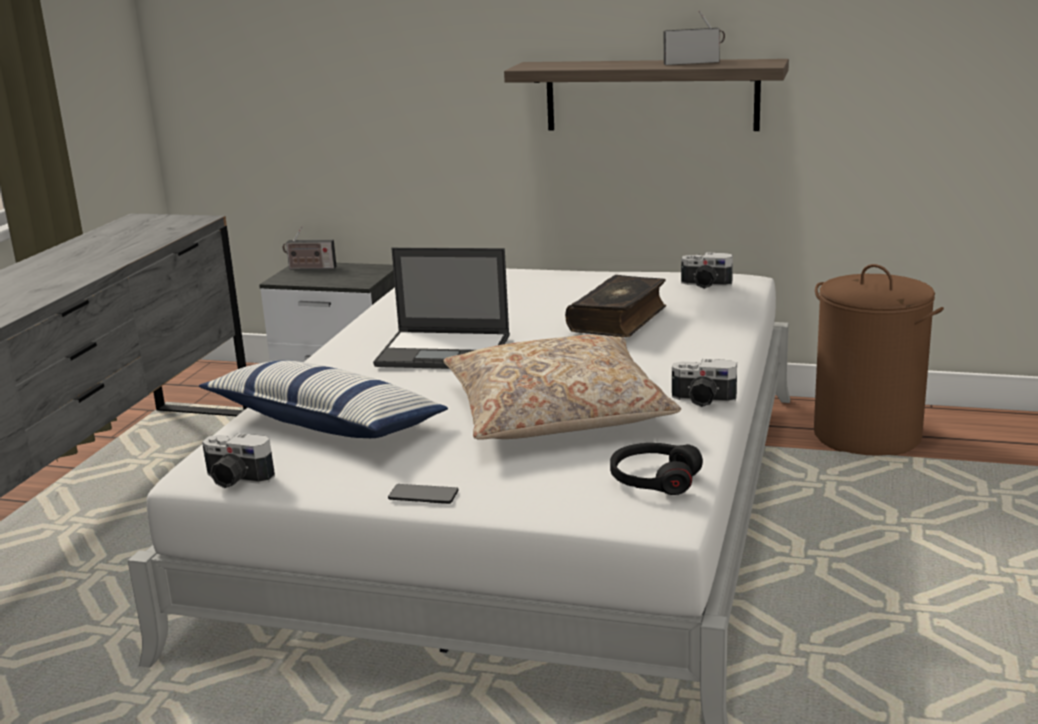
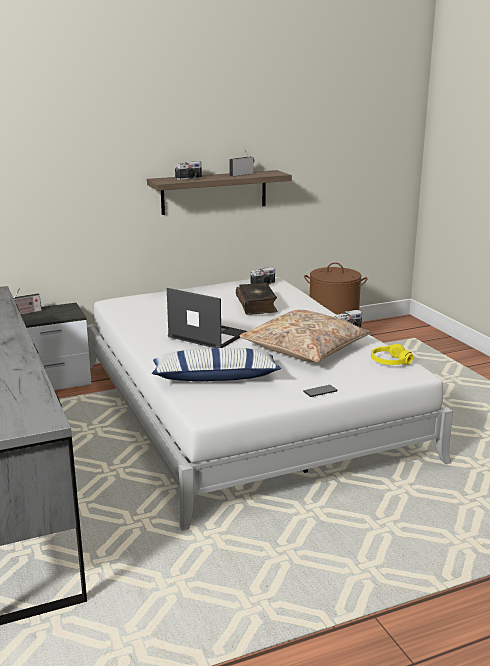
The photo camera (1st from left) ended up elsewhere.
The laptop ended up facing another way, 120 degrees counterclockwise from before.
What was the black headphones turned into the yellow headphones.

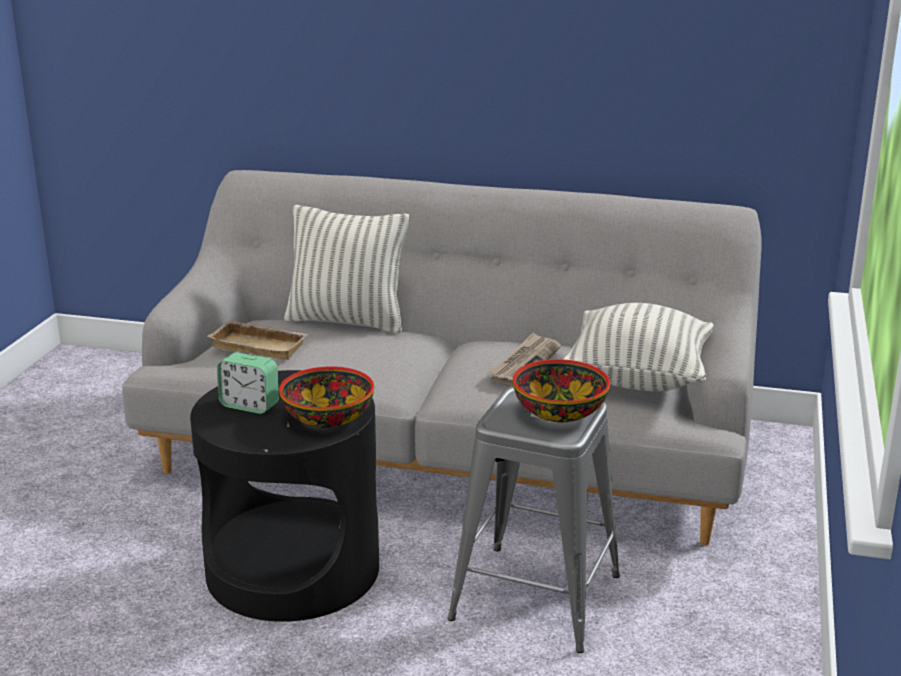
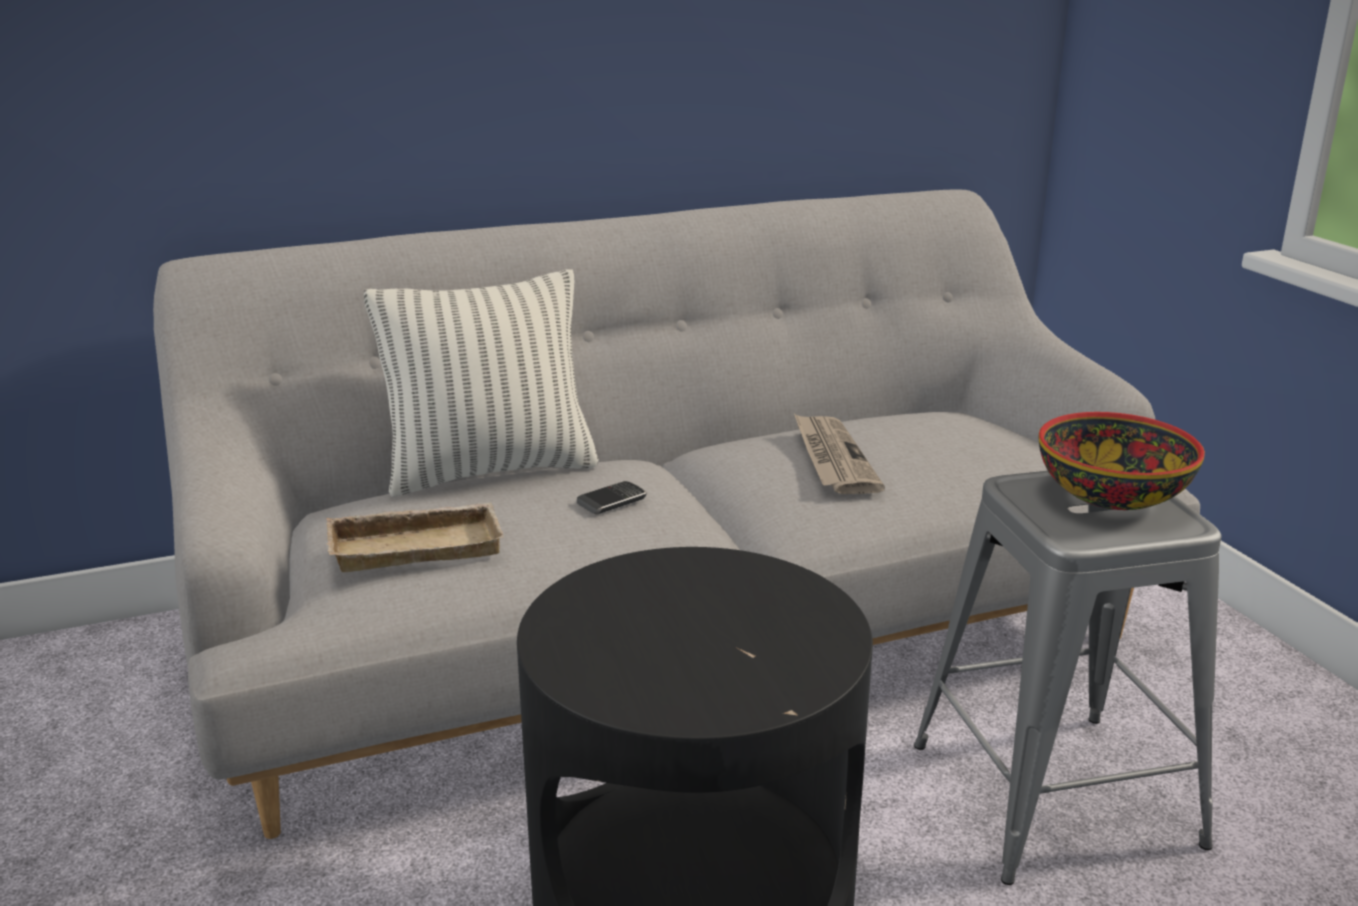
The second view lost the alarm clock.
The second view lost the bowl (1st from left).
The second view lost the pillow (2nd from left).
The second view gained the phone.

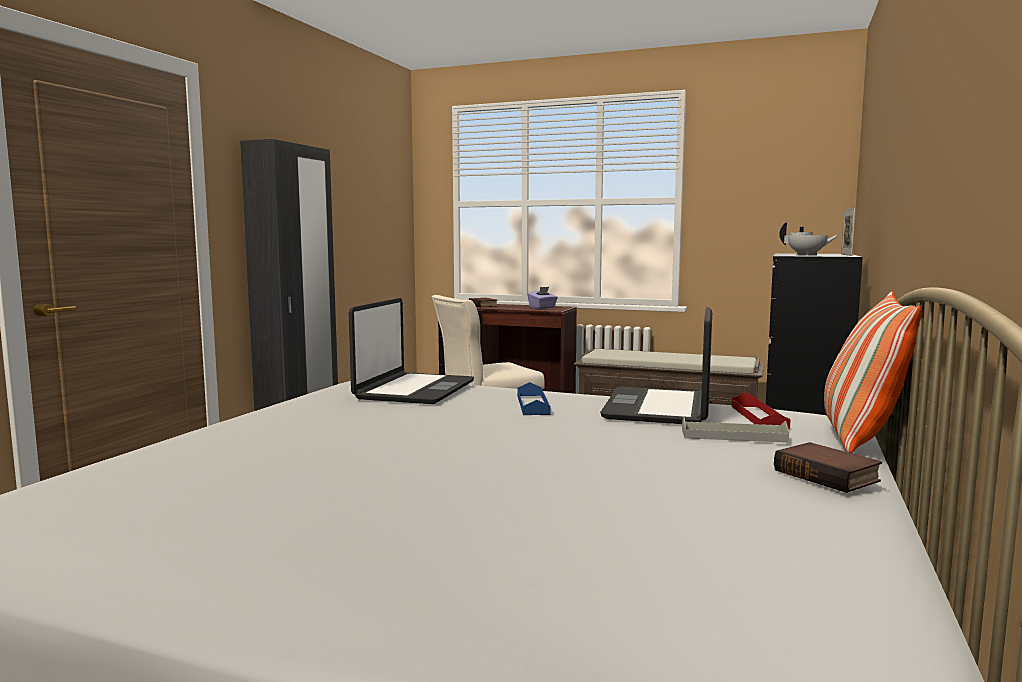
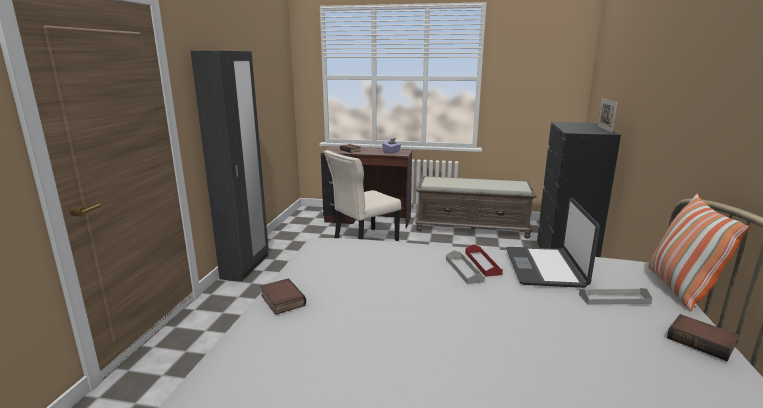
The second view lost the laptop (1st from left).
What was the blue tray turned into the grey tray (1st from left).
The red tray ended up elsewhere.
The second view lost the white teapot.
The second view gained the book (1st from left).

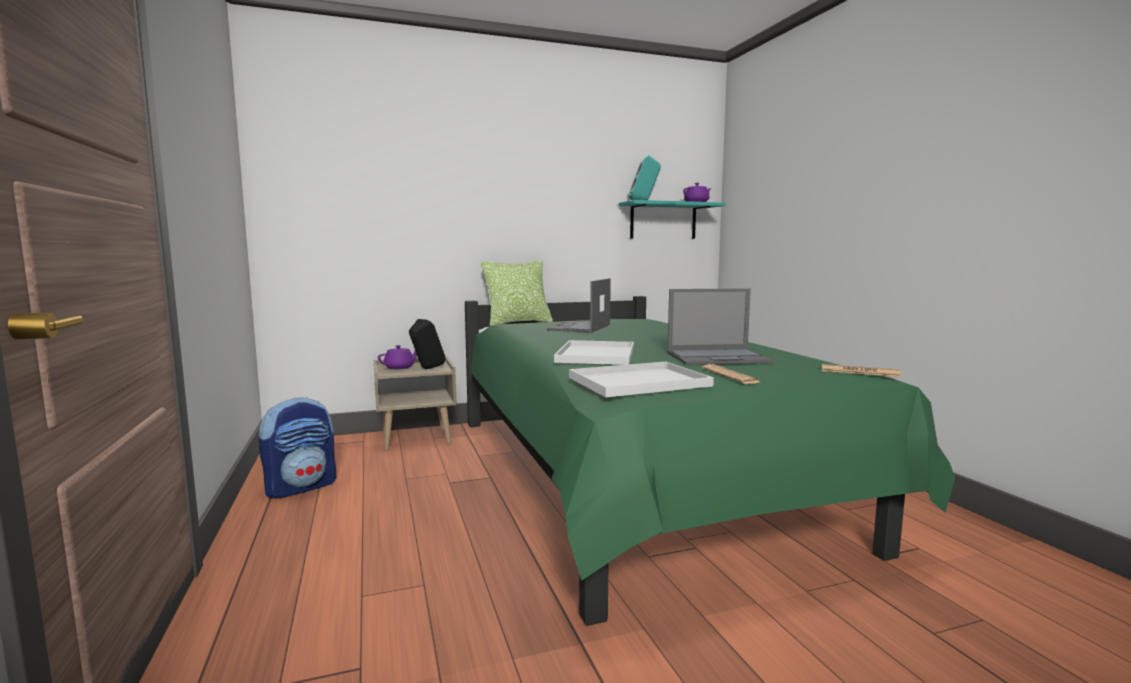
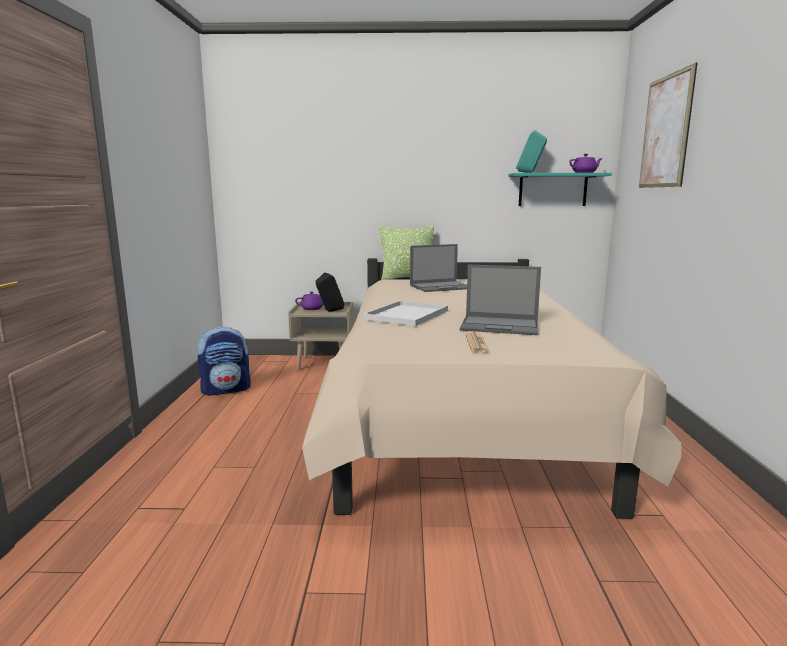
What was the green bed turned into the beige bed.
The laptop (1st from left) ended up facing another way, 150 degrees counterclockwise from before.
The second view lost the white tray (2nd from left).
The second view lost the newspaper (2nd from left).
The second view gained the picture.

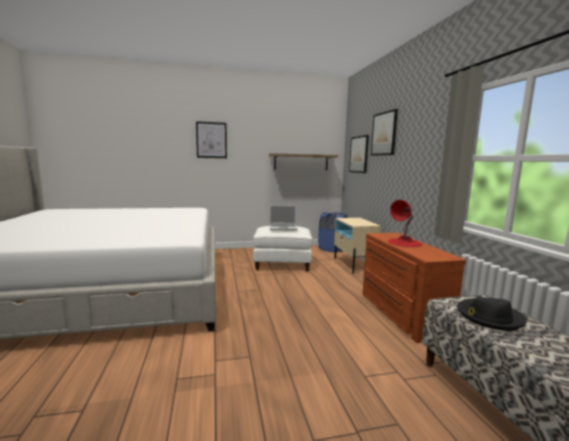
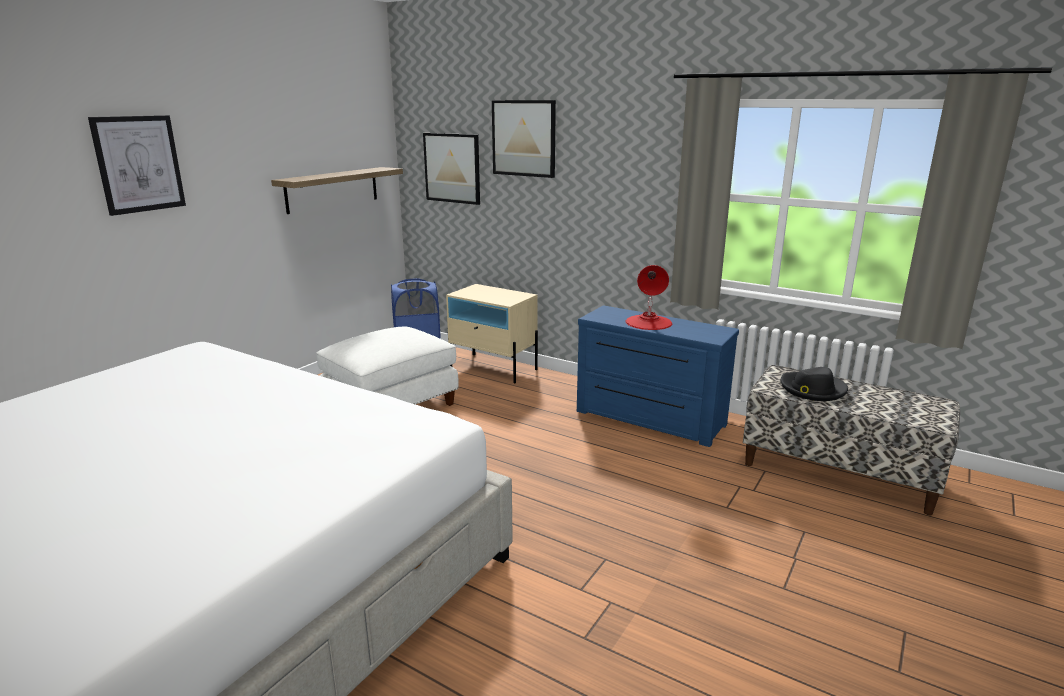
The second view lost the laptop.
What was the brown dresser turned into the blue dresser.

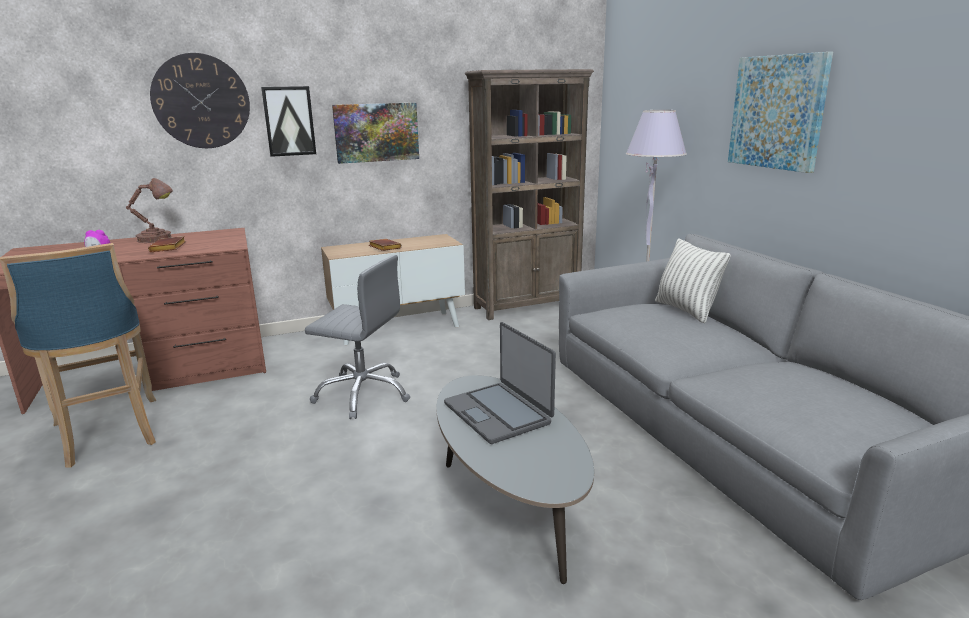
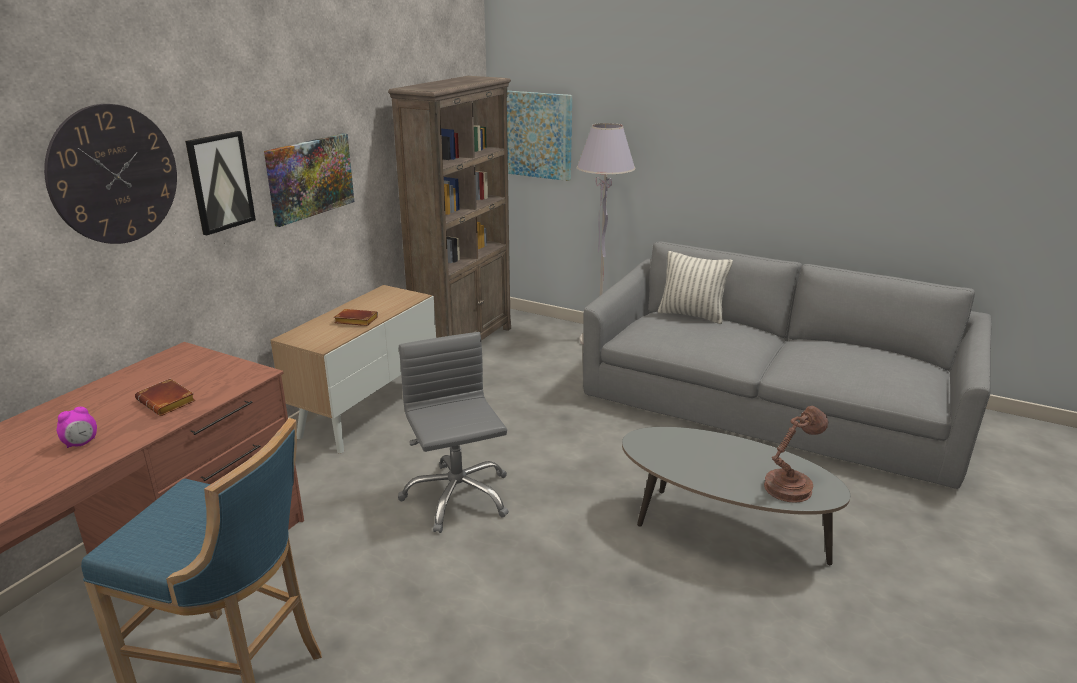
The brown table lamp ended up elsewhere.
The grey office chair ended up facing another way, 90 degrees counterclockwise from before.
The second view lost the laptop.
The picture (3rd from left) ended up elsewhere.

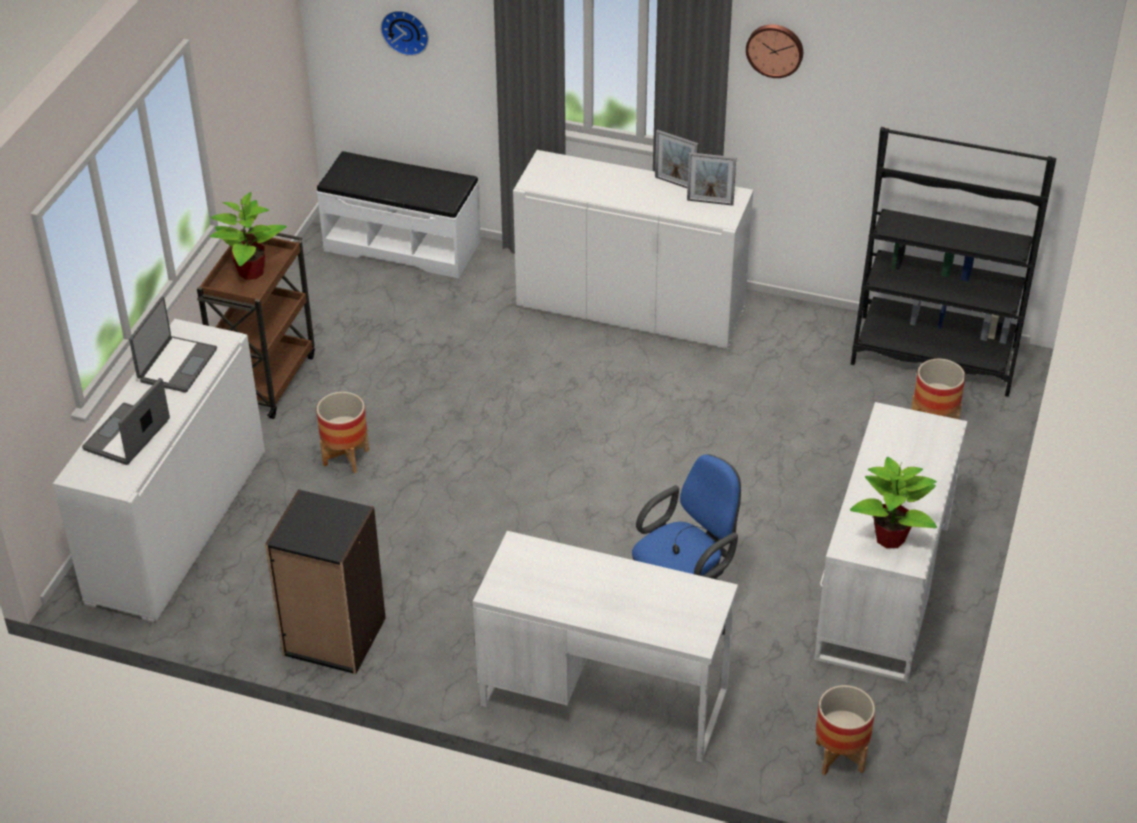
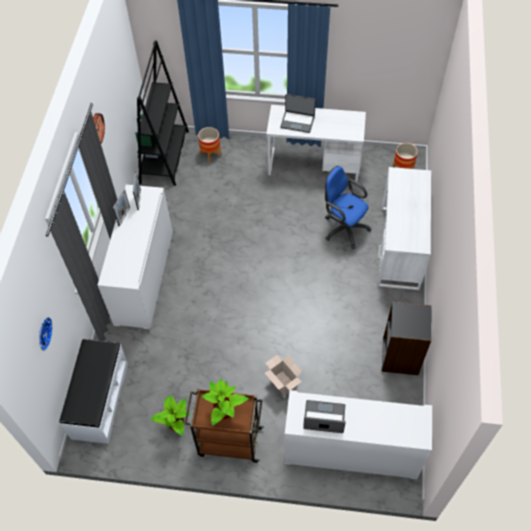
The laptop (1st from left) ended up elsewhere.
Where the planter (1st from left) stood, the cardboard box came to stand.
The potted plant (2nd from left in the first image) ended up elsewhere.

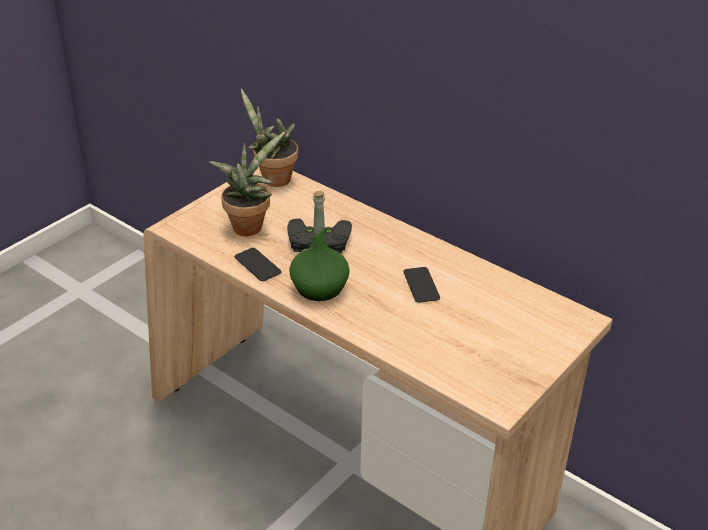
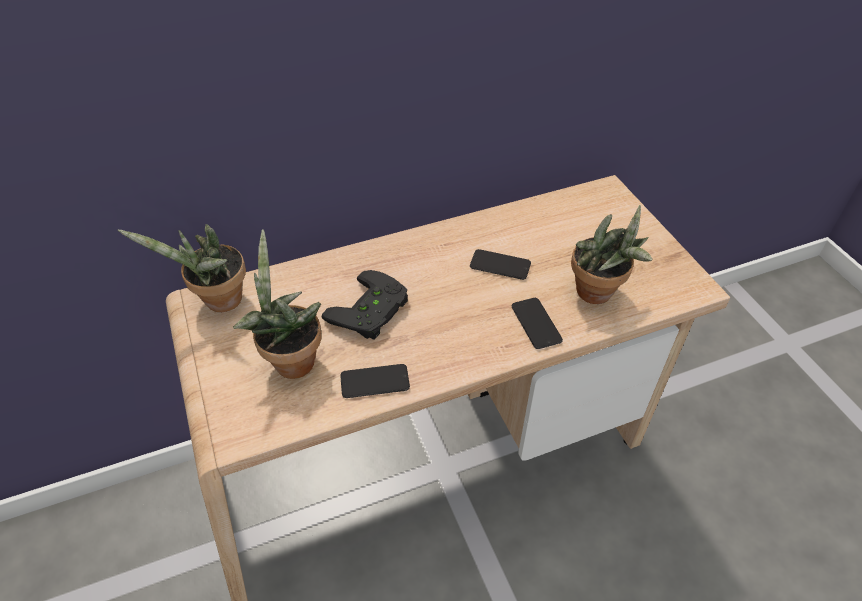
The second view lost the green bottle.
The second view gained the phone (3rd from left).
The second view gained the potted plant (3rd from left).

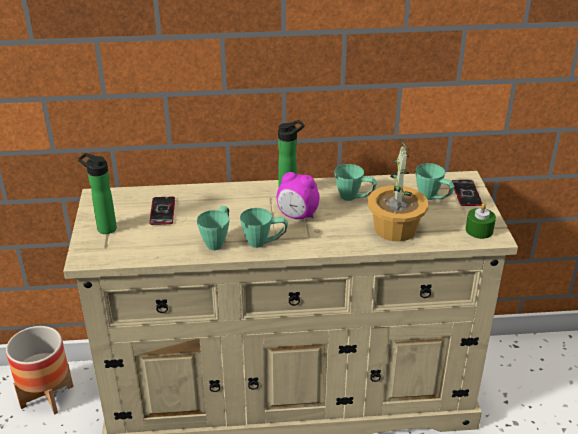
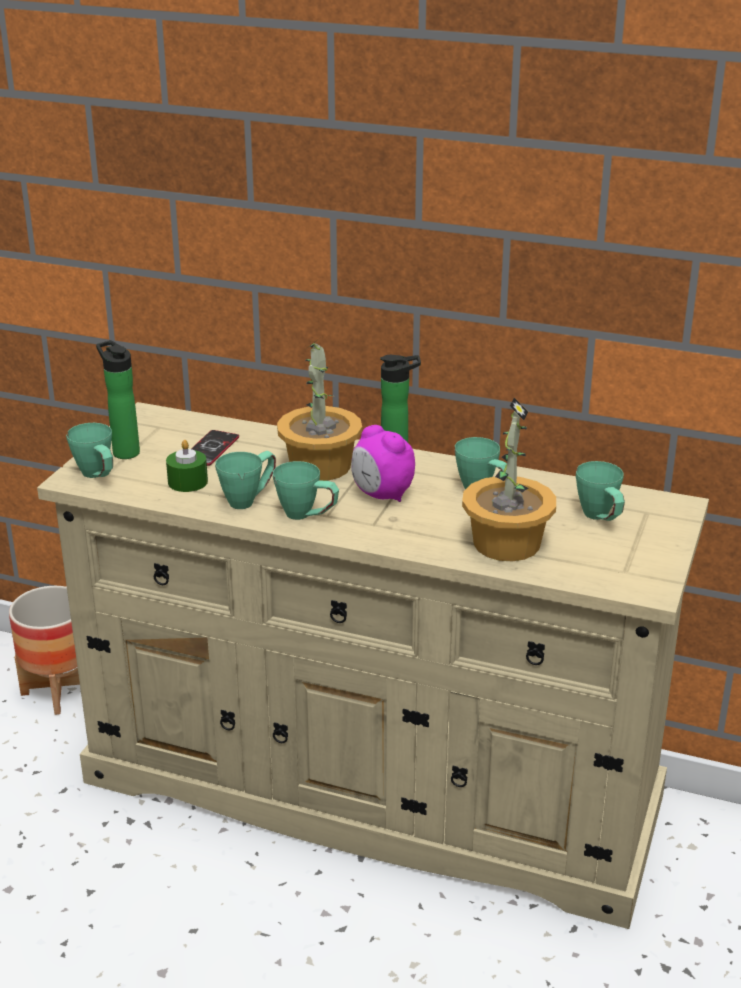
The second view lost the phone (2nd from left).
The green candle ended up elsewhere.
The second view gained the green mug (1st from left).
The second view gained the potted plant (1st from left).

